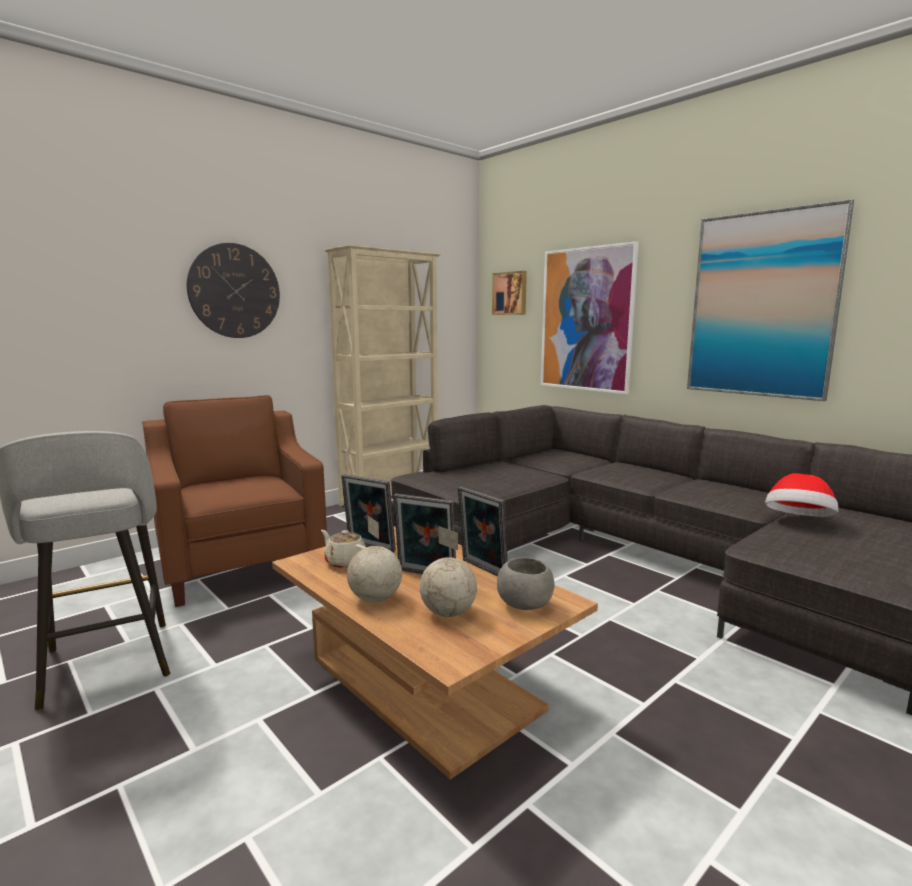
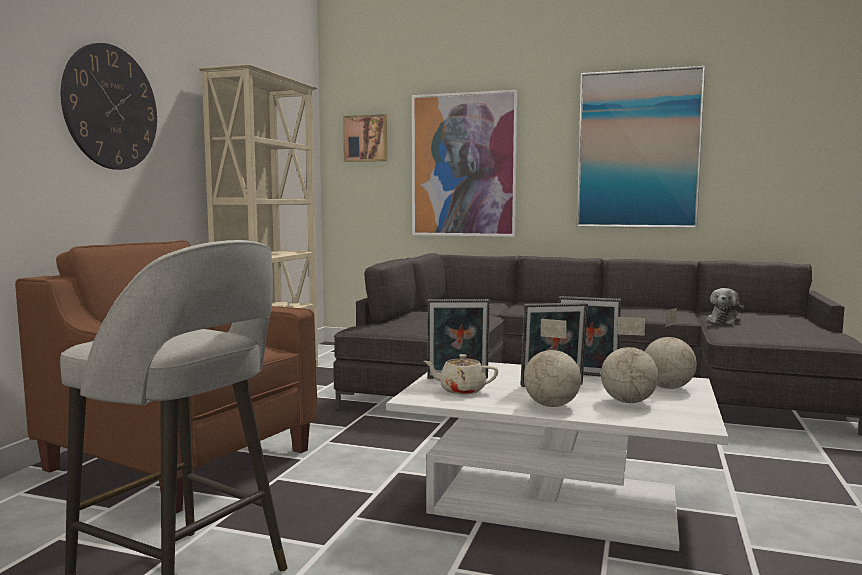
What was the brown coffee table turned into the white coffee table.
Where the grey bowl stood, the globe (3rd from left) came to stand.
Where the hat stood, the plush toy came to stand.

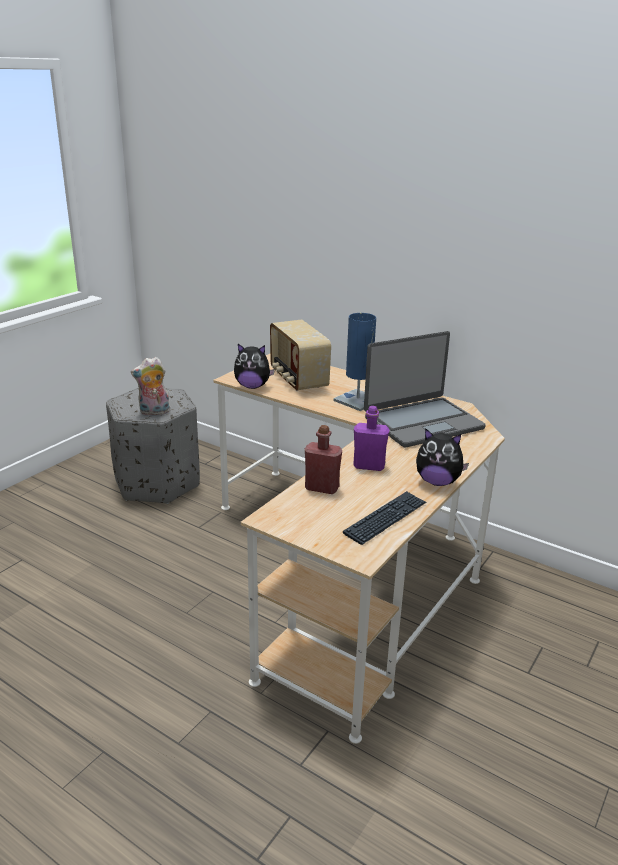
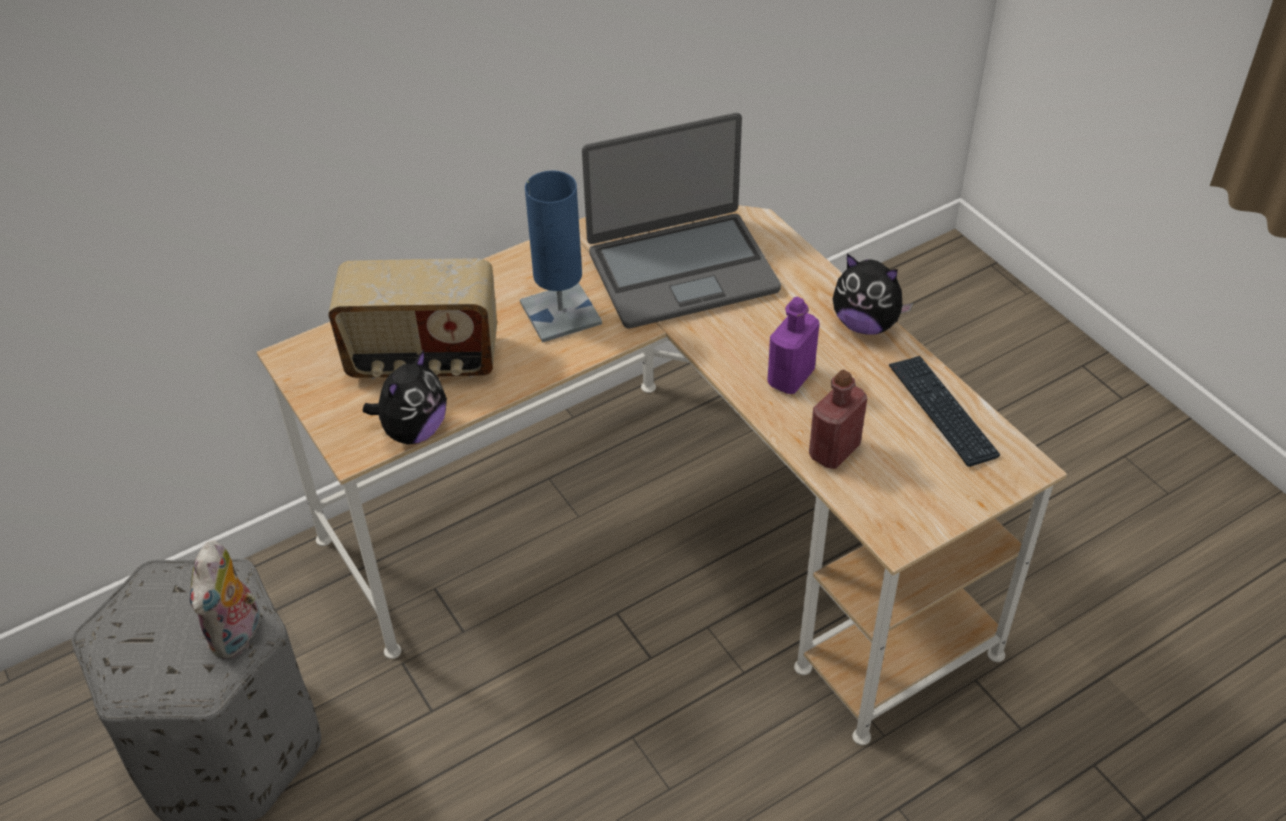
The laptop ended up facing another way, 75 degrees clockwise from before.
The plush toy (3rd from left) ended up facing another way, 75 degrees clockwise from before.

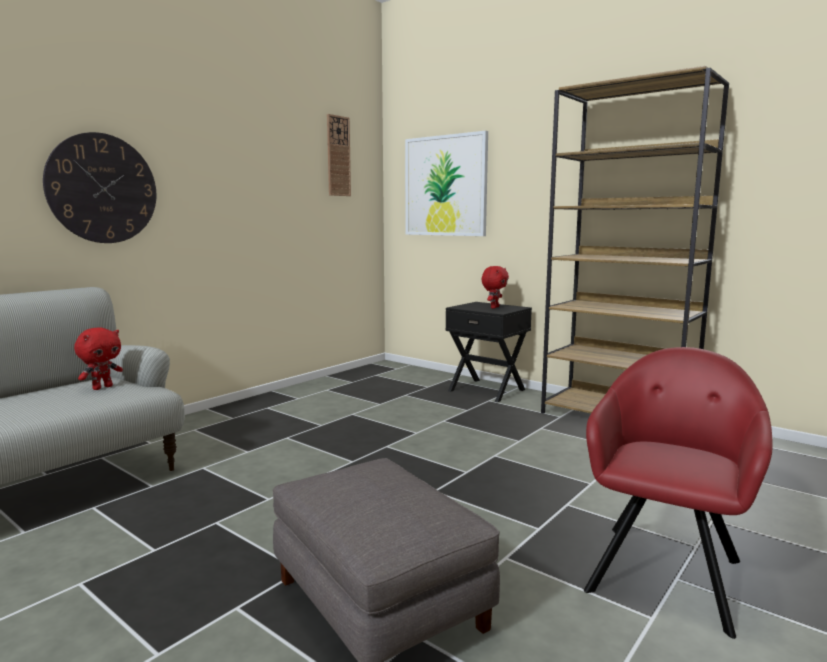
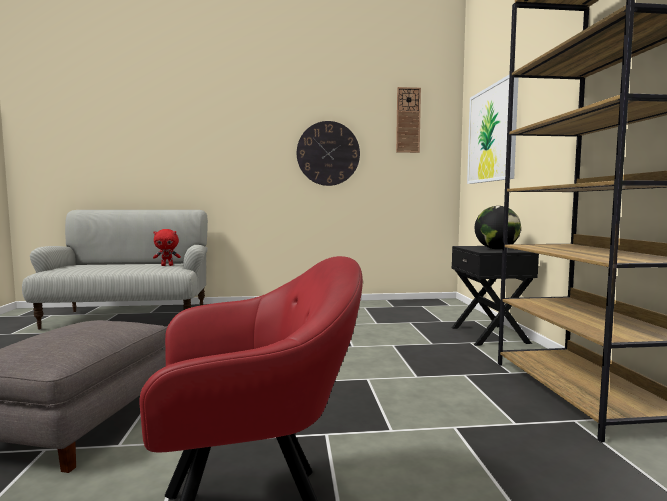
The wall clock (1st from left) ended up elsewhere.
Where the red plush toy (2nd from left) stood, the globe came to stand.

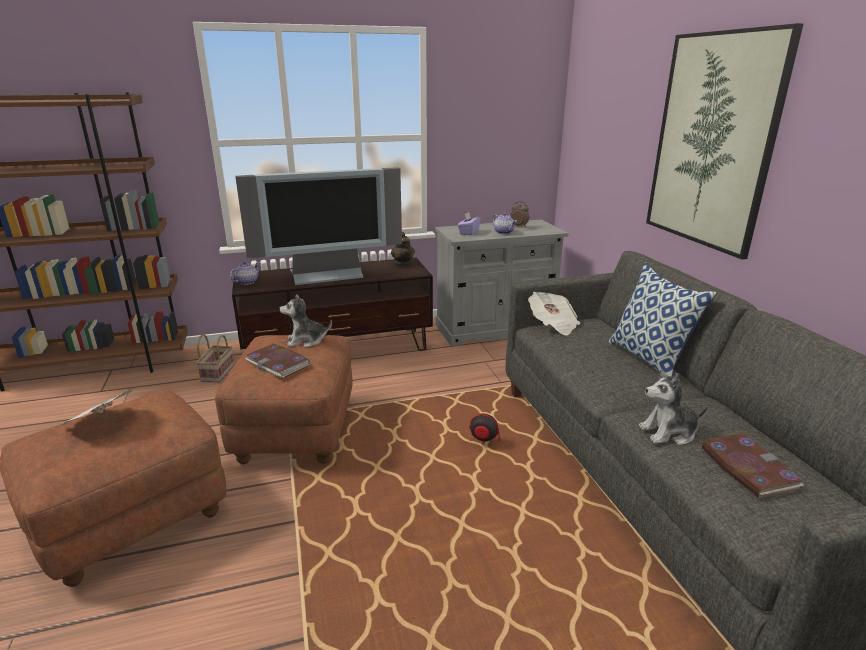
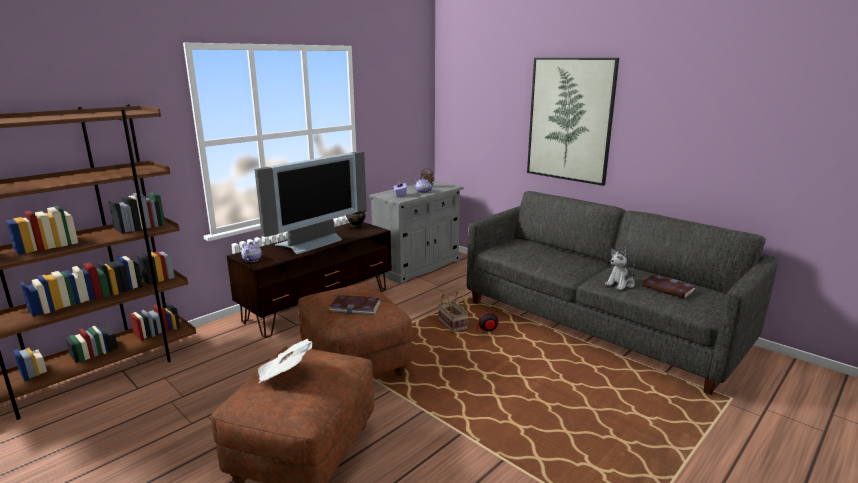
The basket ended up elsewhere.
The second view lost the plush toy (1st from left).
The second view lost the newspaper (2nd from left).
The second view lost the pillow.

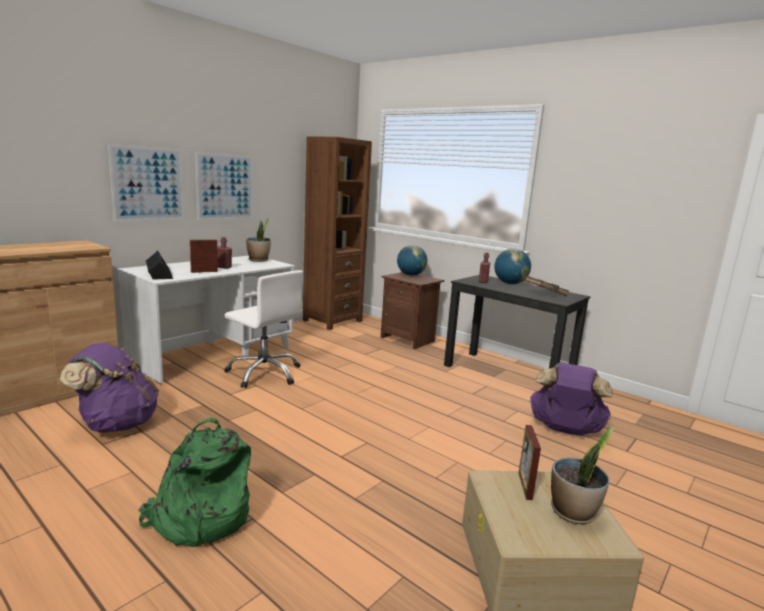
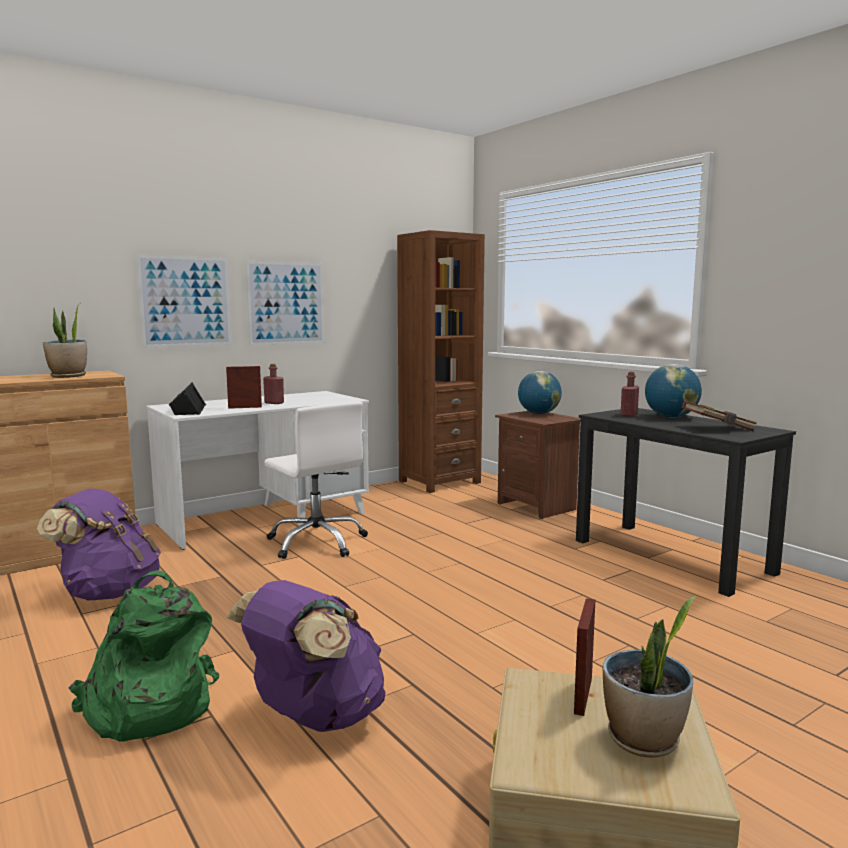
The potted plant (1st from left) ended up elsewhere.
The purple backpack (2nd from left) ended up elsewhere.

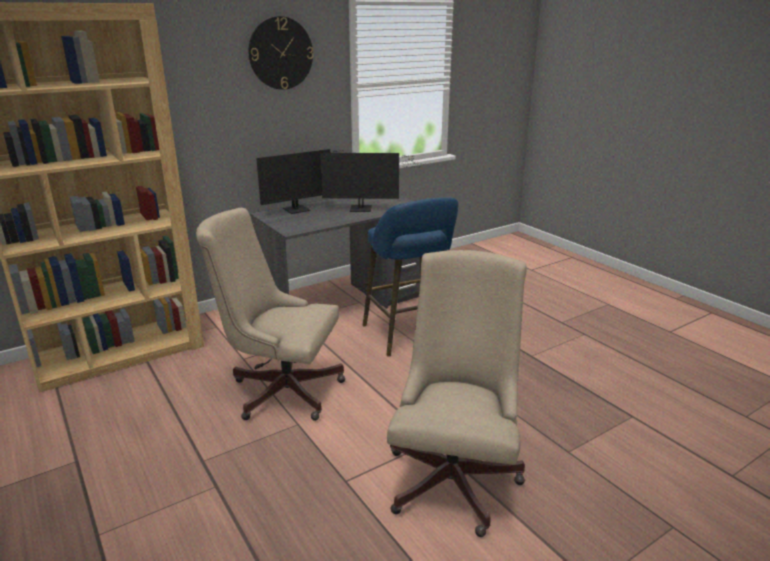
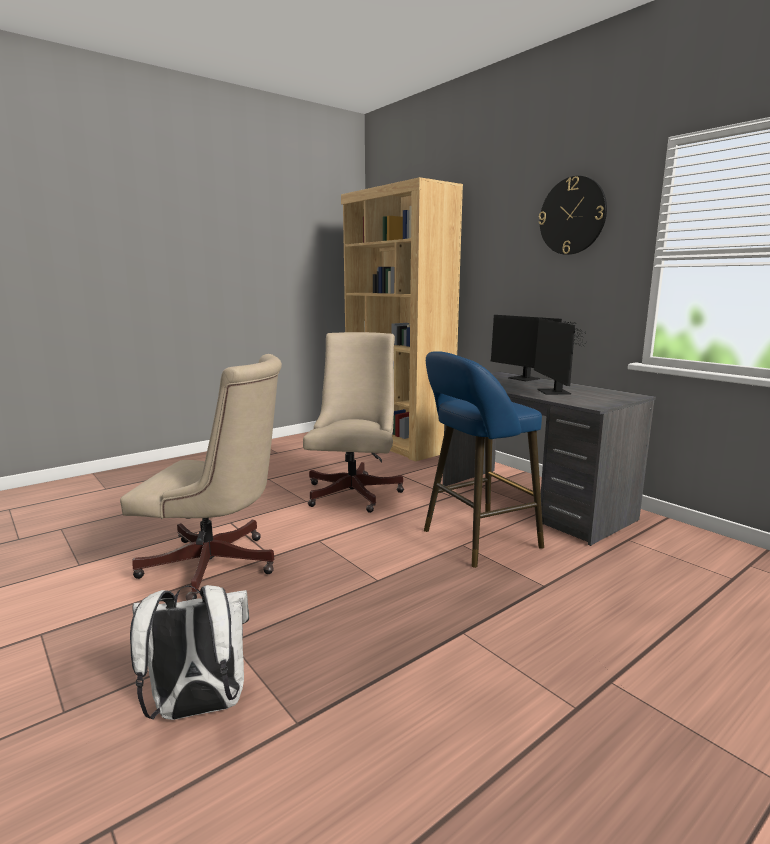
The second view gained the white backpack.

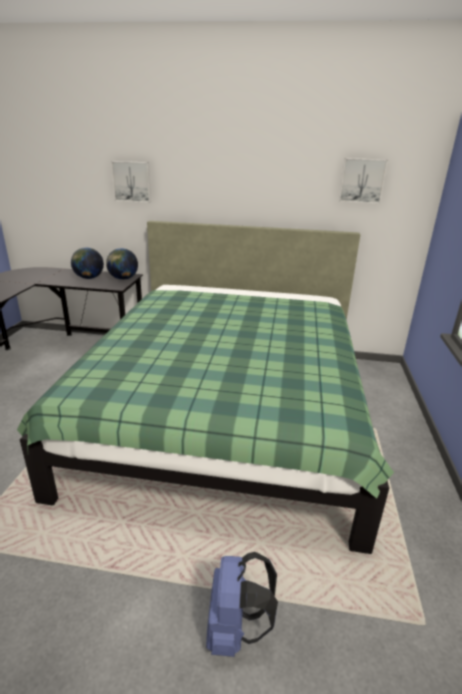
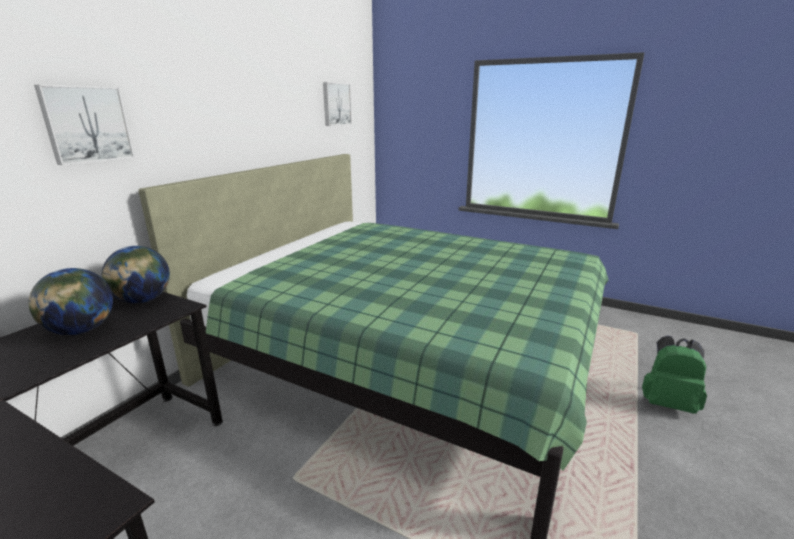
What was the blue backpack turned into the green backpack.

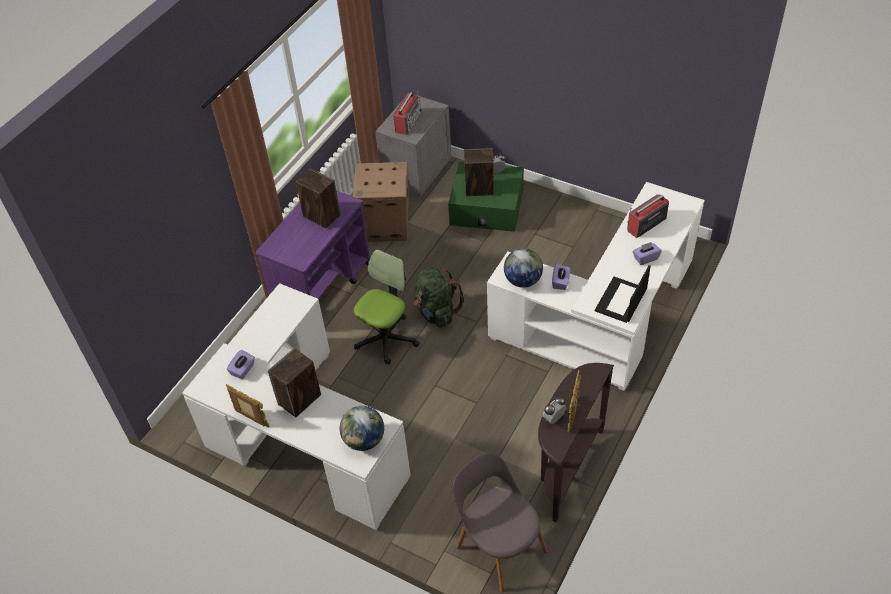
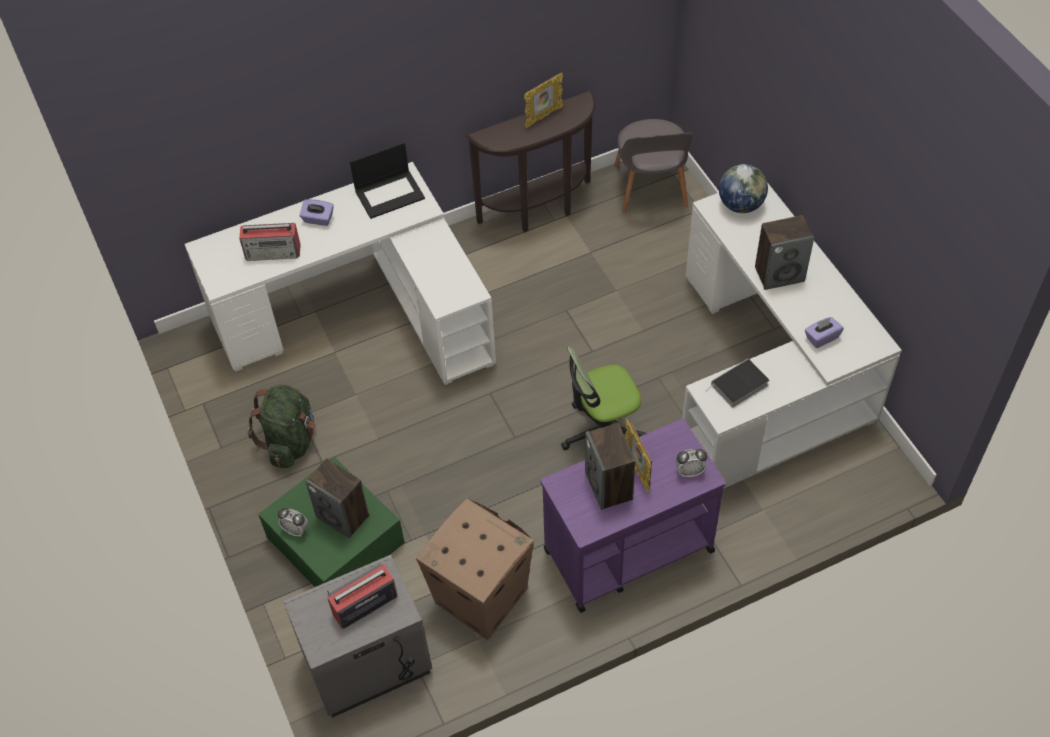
The picture frame (1st from left in the first image) ended up elsewhere.
The green backpack ended up elsewhere.
The second view lost the globe (2nd from left).
The alarm clock (2nd from left) ended up elsewhere.
The second view lost the purple tissue box (2nd from left).
The second view gained the book.

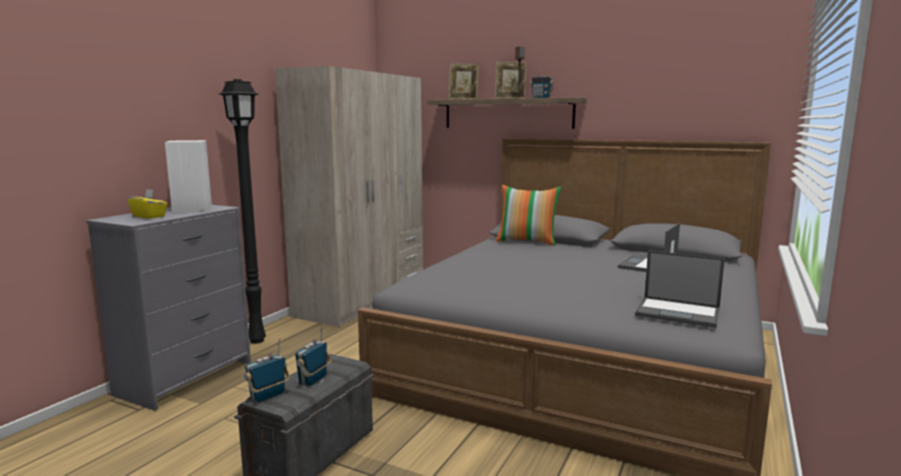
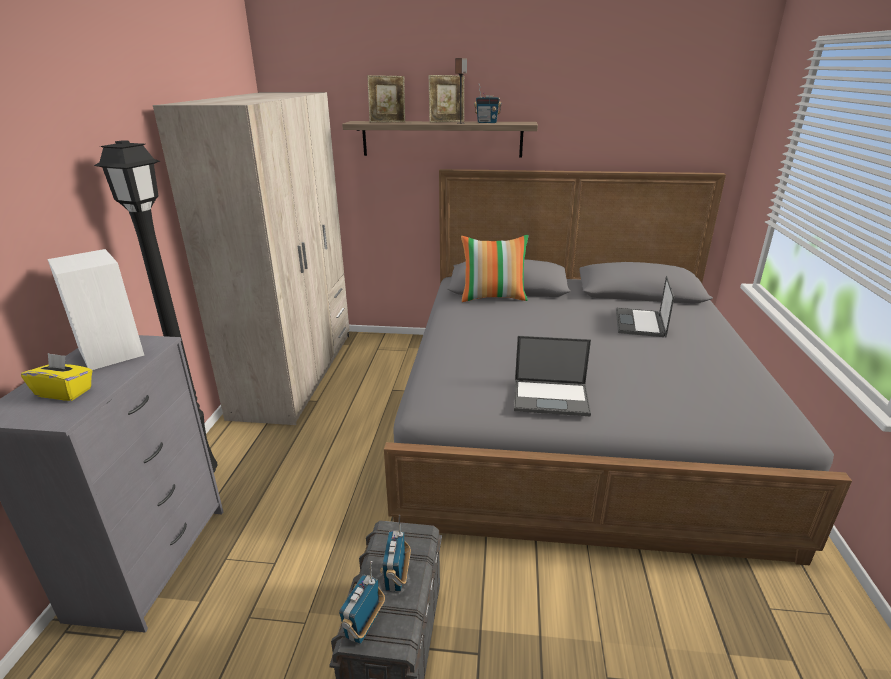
The laptop (2nd from left in the first image) ended up elsewhere.

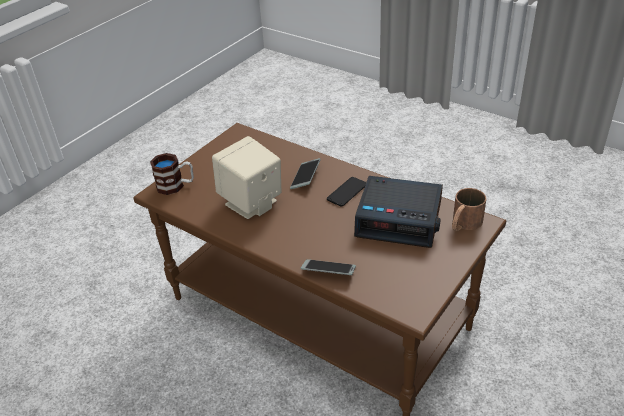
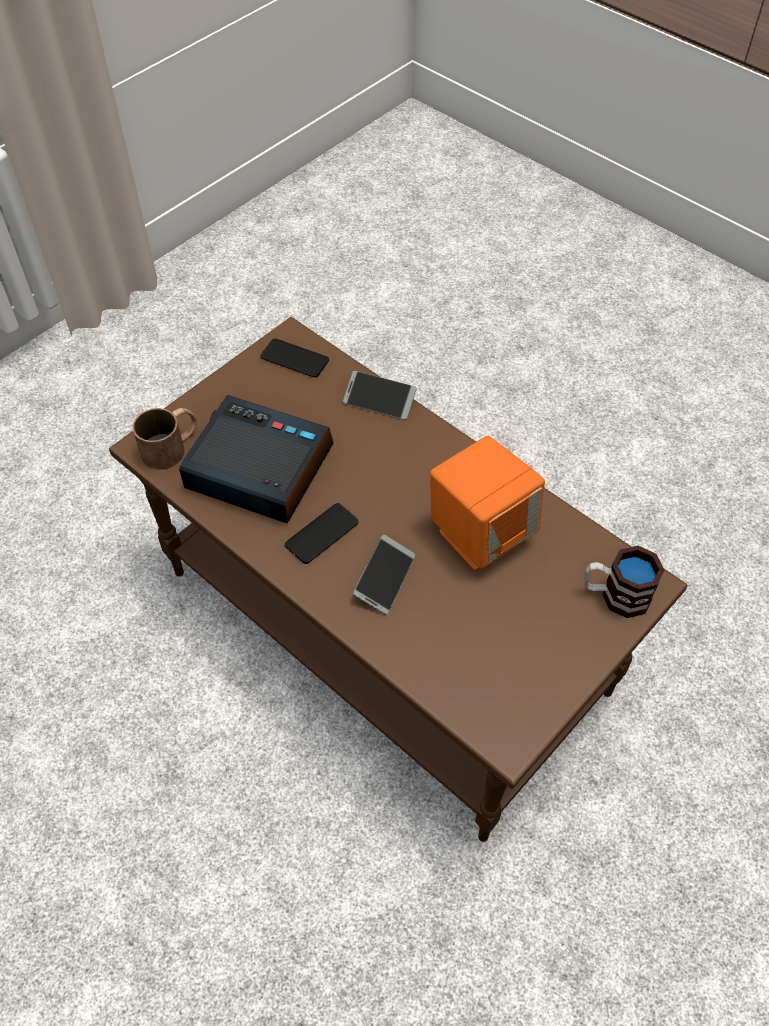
What was the beige speaker turned into the orange speaker.
The second view gained the phone (1st from left).

